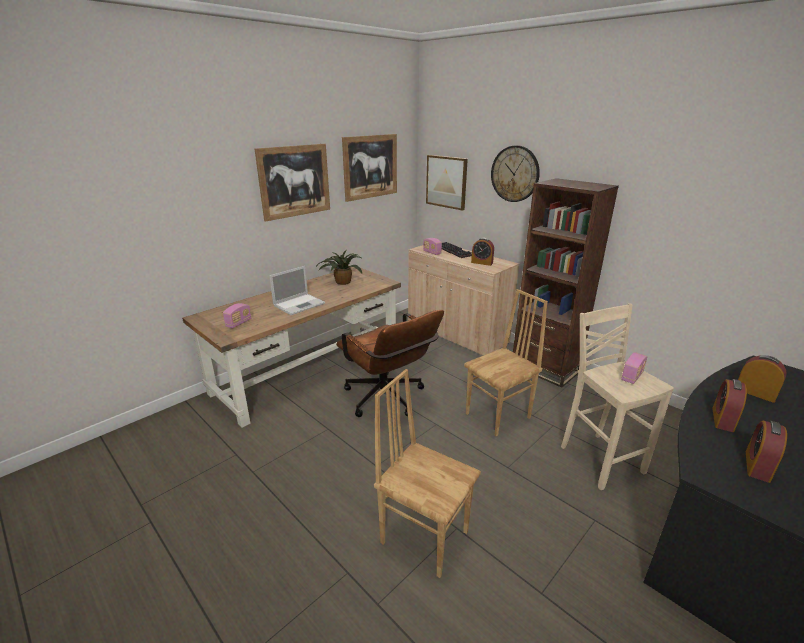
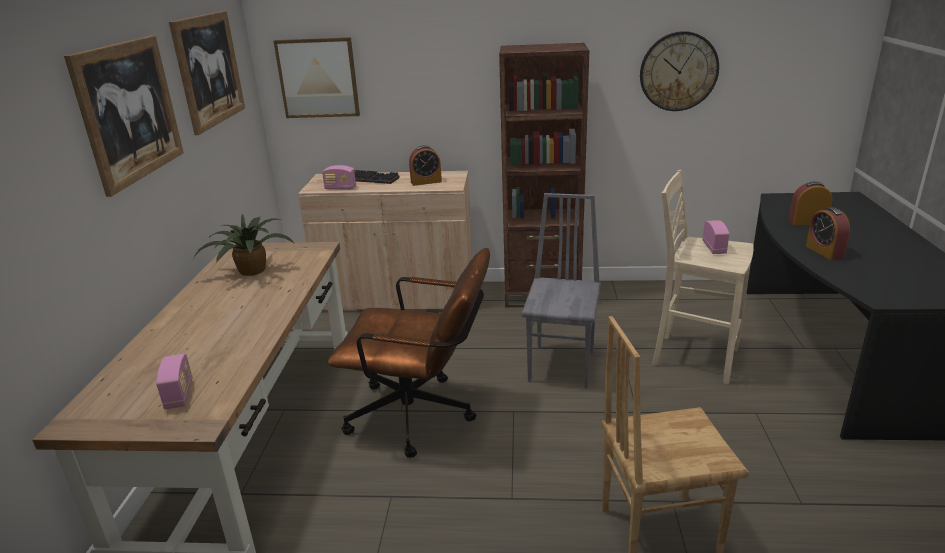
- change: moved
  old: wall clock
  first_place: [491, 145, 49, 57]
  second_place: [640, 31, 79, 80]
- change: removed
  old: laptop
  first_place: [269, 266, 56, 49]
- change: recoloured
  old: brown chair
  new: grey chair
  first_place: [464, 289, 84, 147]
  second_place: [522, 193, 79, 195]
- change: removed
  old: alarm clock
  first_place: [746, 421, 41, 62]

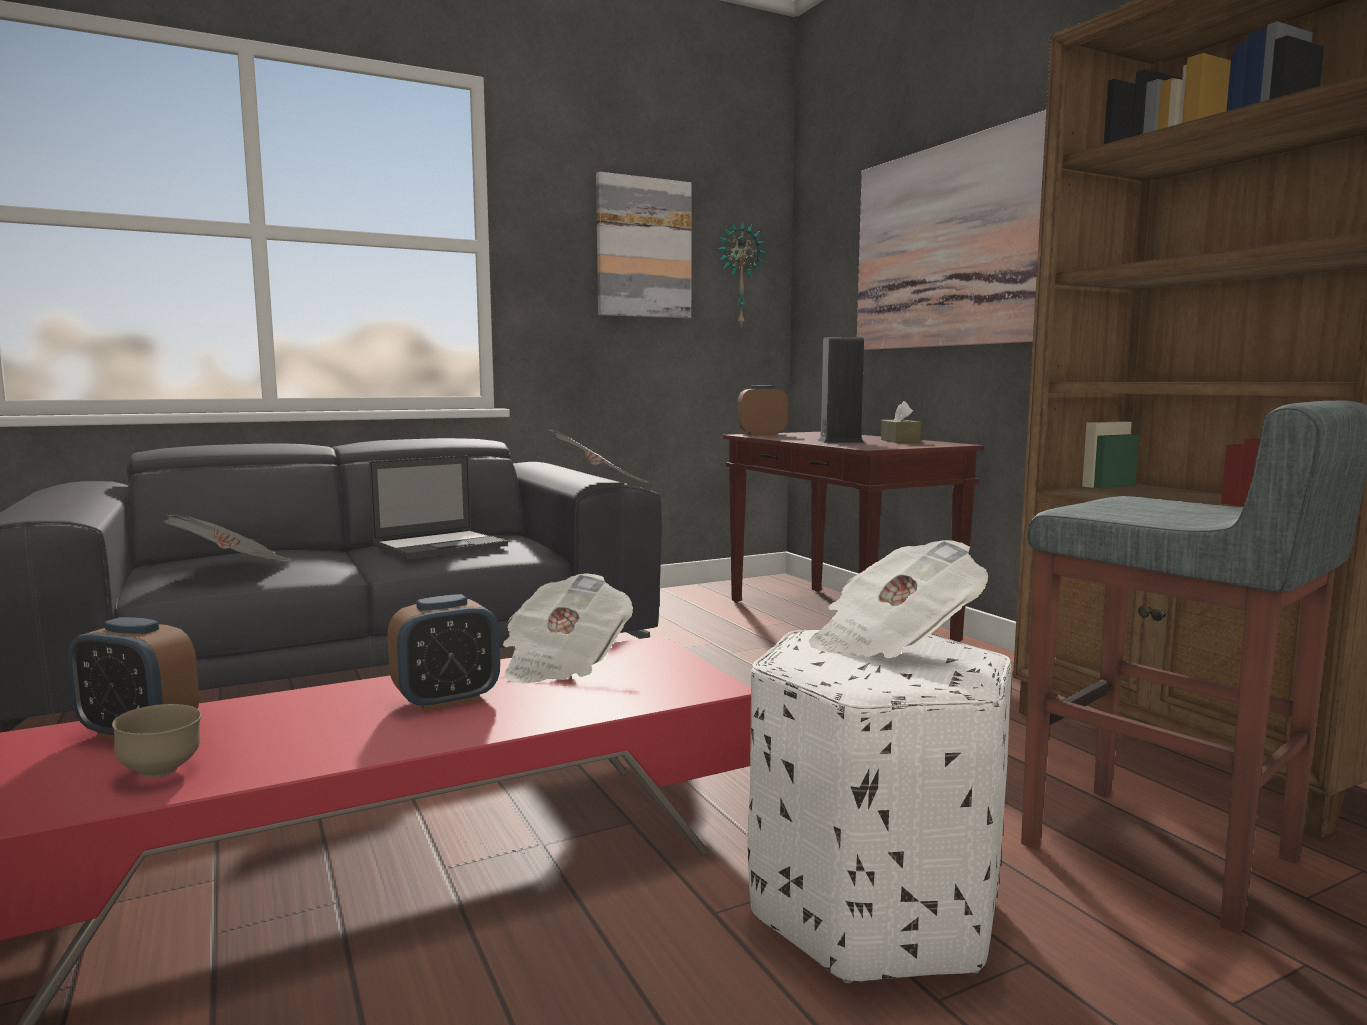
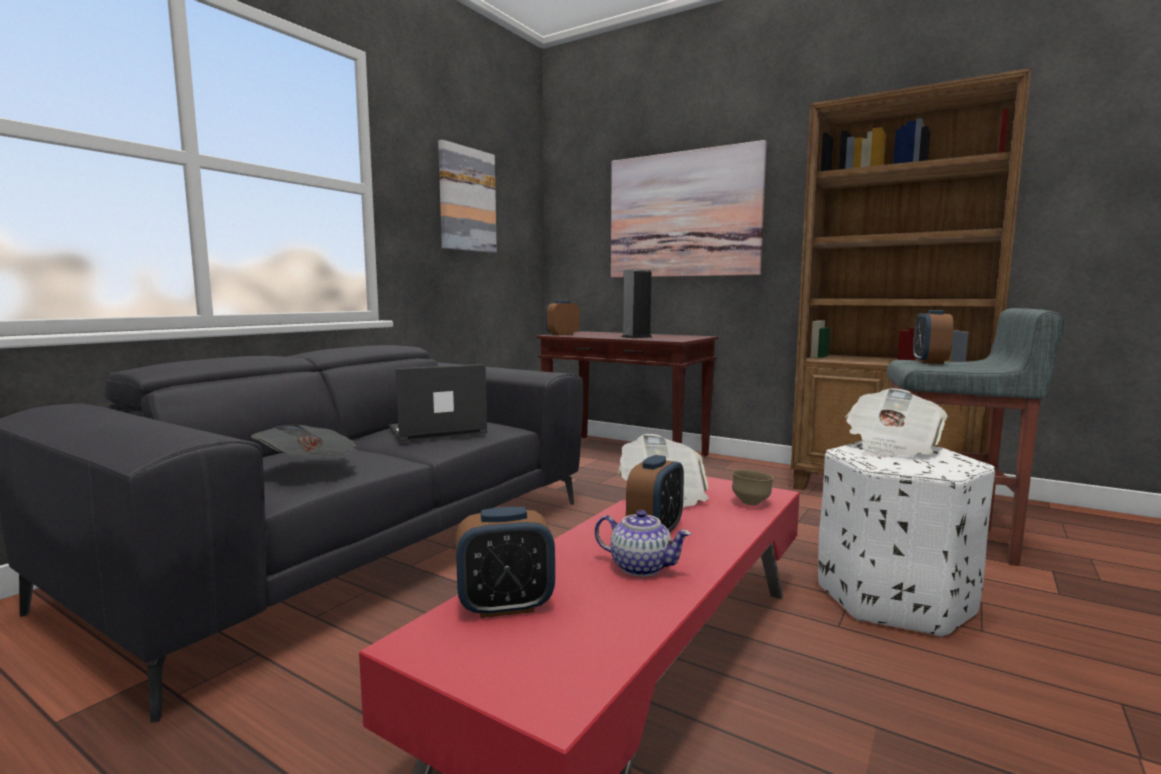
- change: removed
  old: wall clock
  first_place: [717, 220, 49, 105]
- change: removed
  old: brown tissue box
  first_place: [881, 401, 40, 42]
- change: removed
  old: newspaper
  first_place: [548, 429, 101, 54]
- change: turned
  old: laptop
  first_place: [369, 455, 139, 104]
  second_place: [389, 364, 99, 78]
  degrees: -135
- change: moved
  old: brown bowl
  first_place: [112, 704, 90, 74]
  second_place: [732, 470, 42, 35]
- change: added
  new: alarm clock
  second_place: [913, 310, 40, 54]
- change: added
  new: teapot
  second_place: [595, 510, 97, 67]

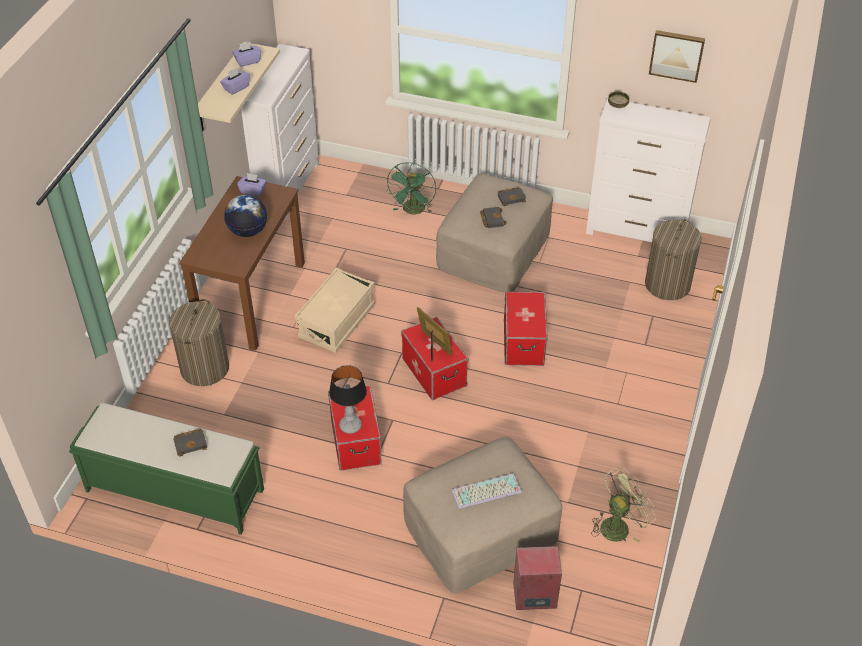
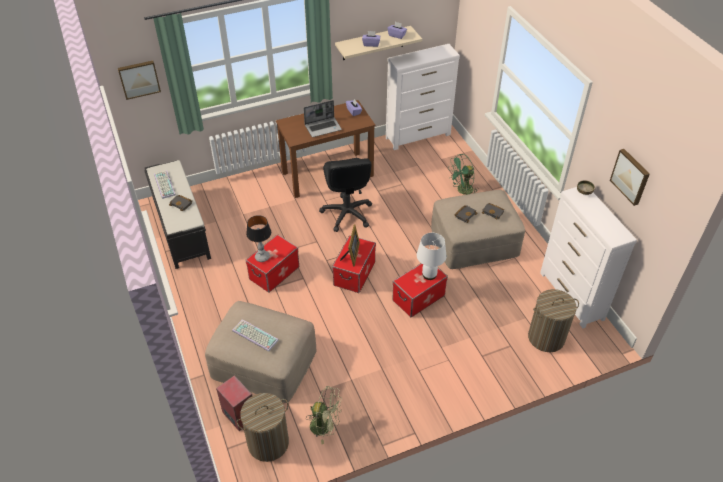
- change: replaced
  old: globe
  new: laptop
  first_place: [224, 195, 43, 42]
  second_place: [304, 100, 38, 37]
- change: replaced
  old: beige storage box
  new: black office chair
  first_place: [295, 268, 80, 85]
  second_place: [319, 158, 53, 74]
- change: moved
  old: laundry basket
  first_place: [169, 299, 60, 87]
  second_place: [237, 393, 52, 69]
- change: recoloured
  old: green bench
  new: black bench
  first_place: [69, 403, 195, 132]
  second_place: [144, 160, 67, 109]
- change: added
  new: picture
  second_place: [118, 61, 43, 39]
- change: added
  new: keyboard
  second_place: [154, 170, 22, 29]
- change: added
  new: white table lamp
  second_place: [417, 233, 29, 47]

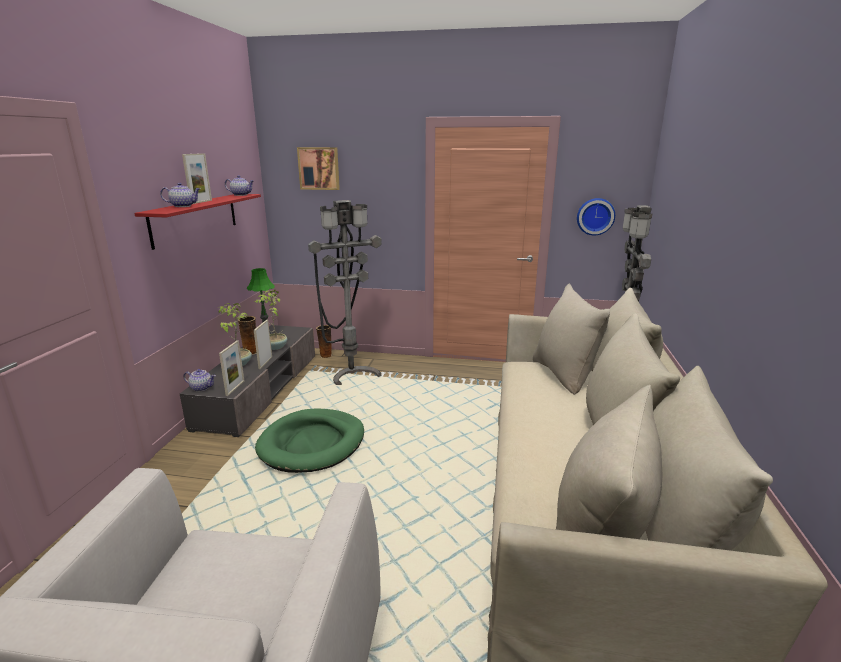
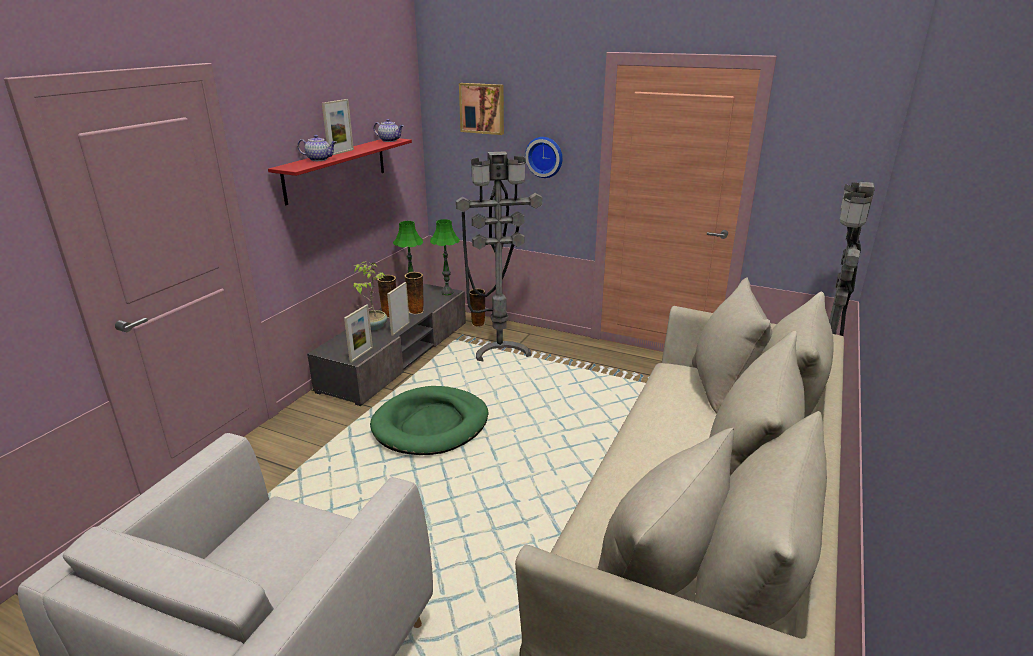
- change: moved
  old: wall clock
  first_place: [577, 198, 38, 38]
  second_place: [525, 137, 38, 41]
- change: replaced
  old: potted plant
  new: vase
  first_place: [255, 290, 32, 60]
  second_place: [405, 272, 19, 42]
- change: removed
  old: teapot
  first_place: [183, 369, 33, 23]
- change: added
  new: green table lamp
  second_place: [430, 219, 30, 76]

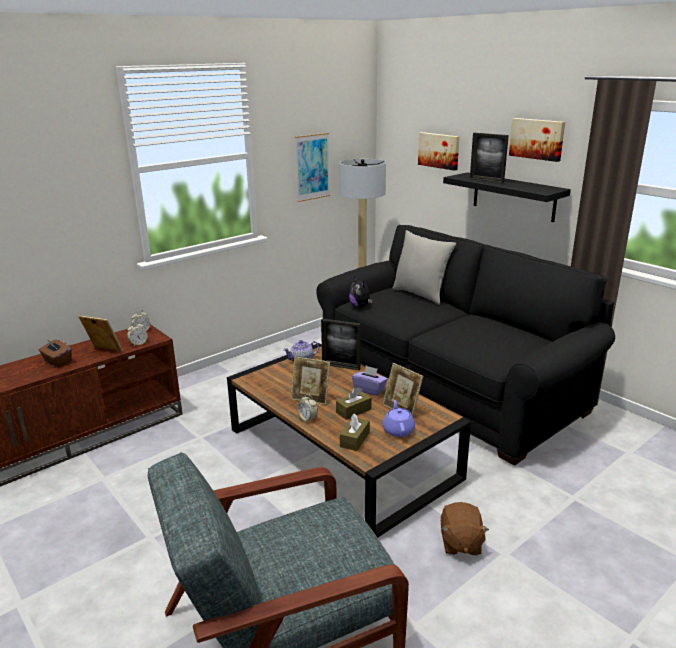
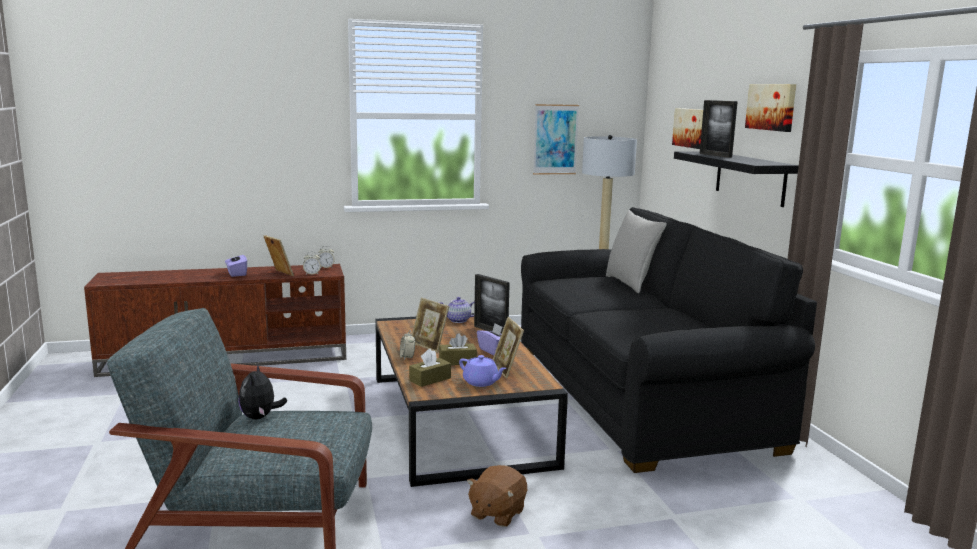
- change: moved
  old: plush toy
  first_place: [349, 277, 24, 31]
  second_place: [239, 364, 48, 55]
- change: recoloured
  old: brown tissue box
  new: purple tissue box
  first_place: [39, 339, 33, 28]
  second_place: [225, 252, 22, 25]
- change: turned
  old: purple teapot
  first_place: [383, 400, 32, 37]
  second_place: [459, 355, 48, 32]
  degrees: 105

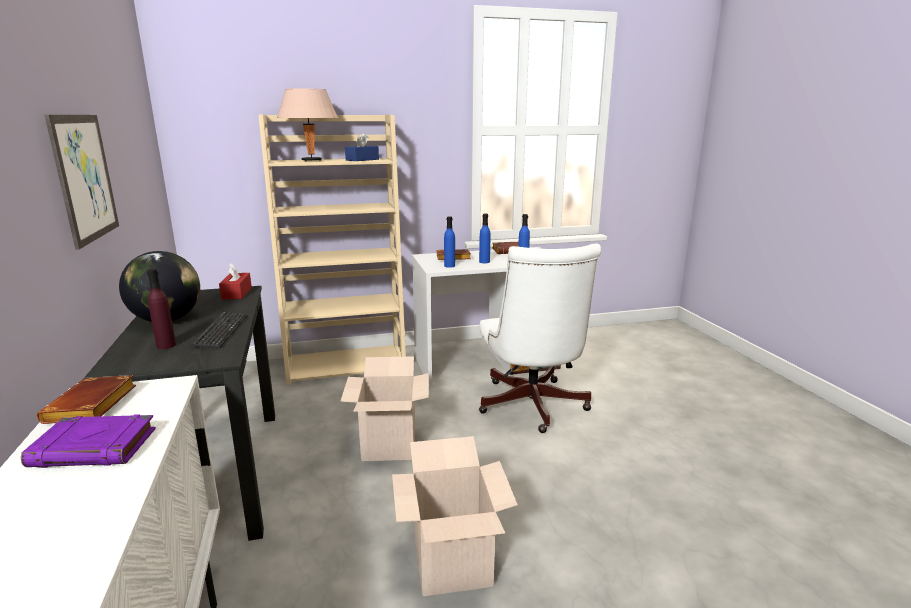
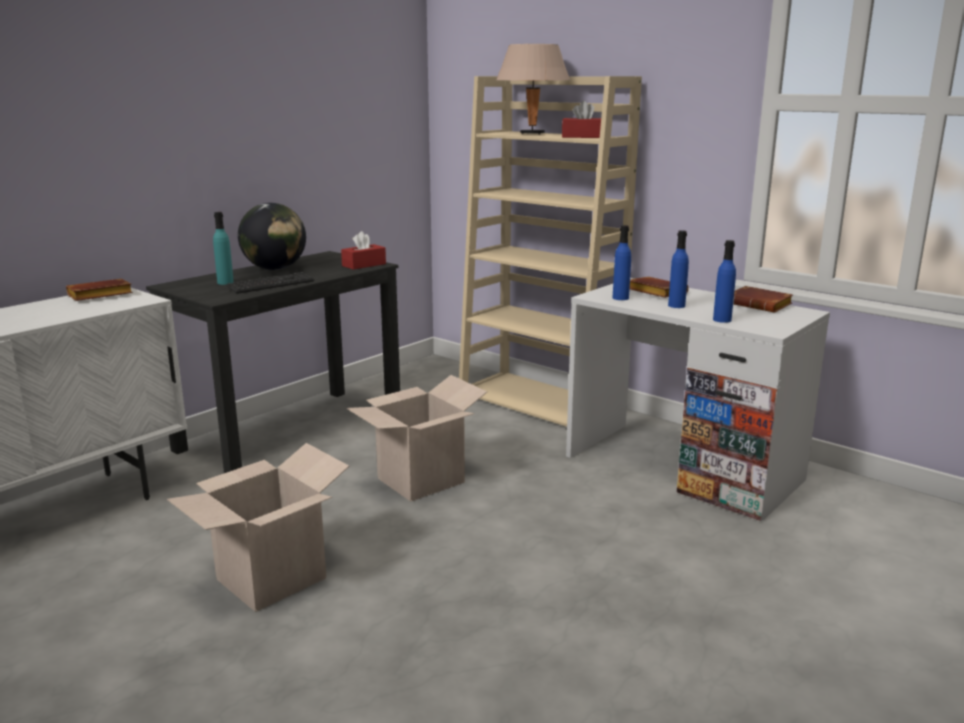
- change: removed
  old: picture
  first_place: [44, 115, 75, 135]
- change: recoloured
  old: blue tissue box
  new: red tissue box
  first_place: [345, 133, 34, 28]
  second_place: [562, 101, 39, 37]
- change: removed
  old: white office chair
  first_place: [479, 243, 122, 190]
- change: recoloured
  old: purple bottle
  new: turquoise bottle
  first_place: [147, 269, 29, 80]
  second_place: [213, 212, 21, 73]
- change: removed
  old: purple book
  first_place: [21, 414, 135, 54]

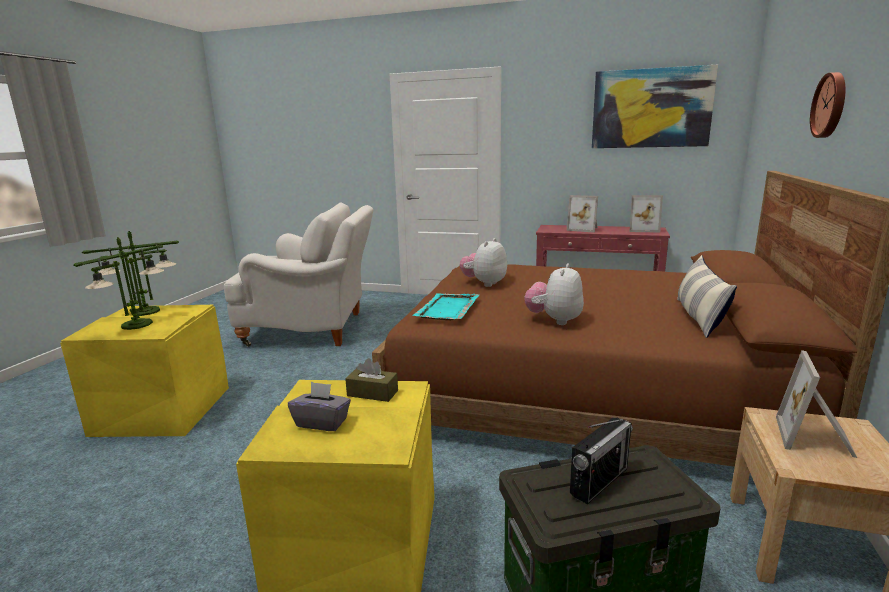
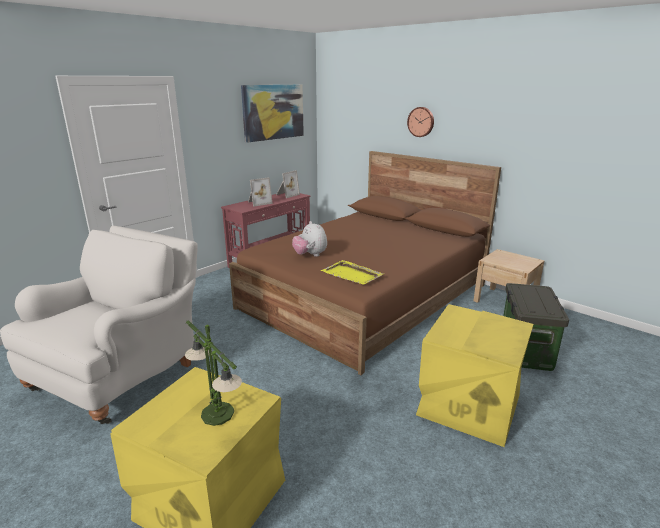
- change: removed
  old: table lamp
  first_place: [82, 231, 97, 85]
- change: removed
  old: pillow
  first_place: [677, 255, 60, 83]
- change: removed
  old: plush toy
  first_place: [525, 263, 59, 62]
- change: recoloured
  old: turquoise tray
  new: yellow tray
  first_place: [413, 293, 67, 28]
  second_place: [321, 260, 63, 25]
- change: removed
  old: picture frame
  first_place: [776, 350, 81, 108]
- change: removed
  old: brown tissue box
  first_place: [345, 358, 53, 44]
- change: removed
  old: grey tissue box
  first_place: [288, 382, 63, 49]
- change: removed
  old: radio
  first_place: [570, 418, 63, 86]

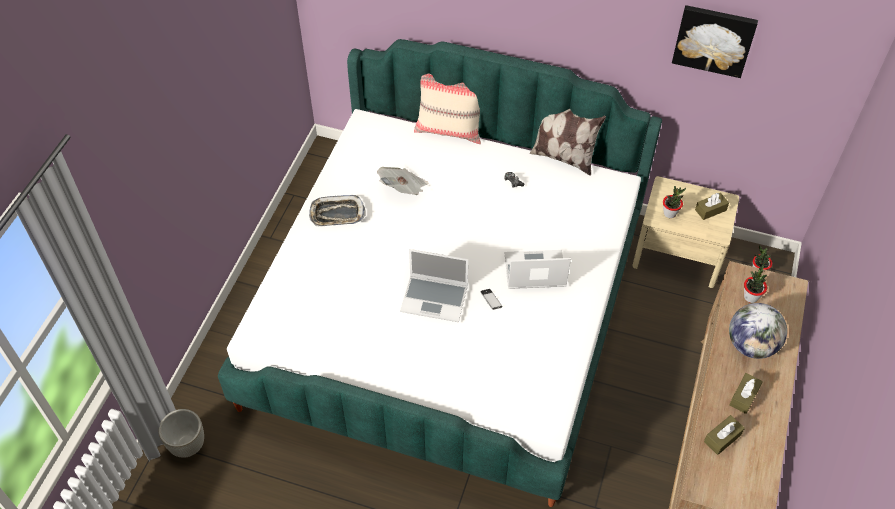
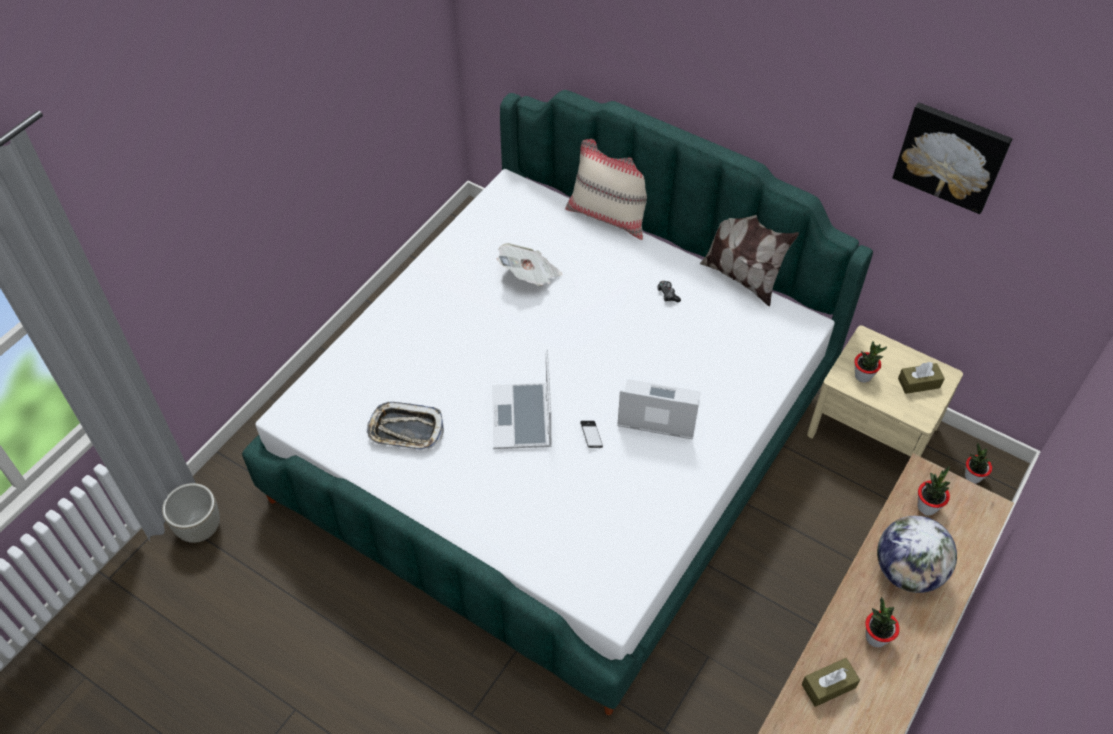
- change: moved
  old: tray
  first_place: [309, 195, 57, 31]
  second_place: [366, 402, 78, 48]
- change: turned
  old: laptop
  first_place: [400, 249, 68, 73]
  second_place: [492, 349, 60, 100]
  degrees: 60
- change: replaced
  old: brown tissue box
  new: potted plant
  first_place: [729, 373, 34, 41]
  second_place: [865, 597, 35, 51]

